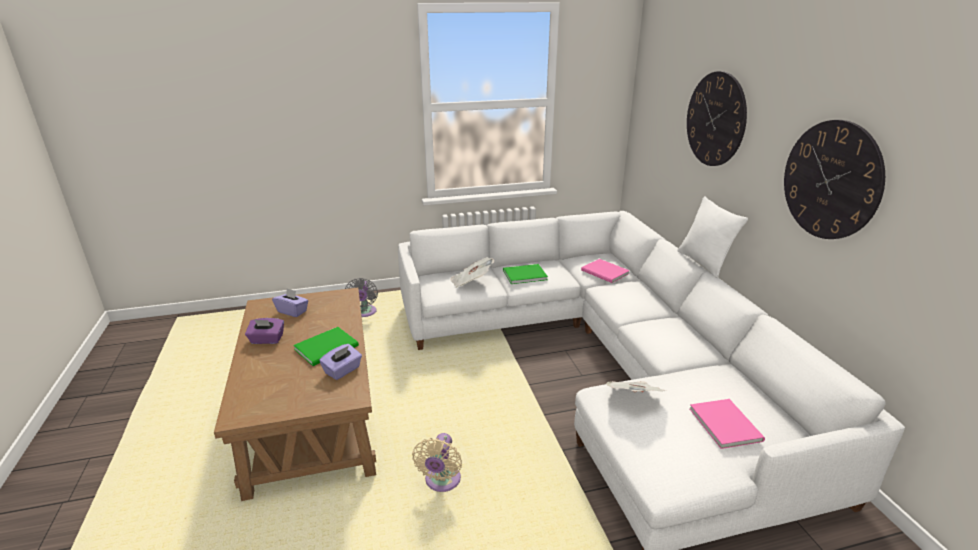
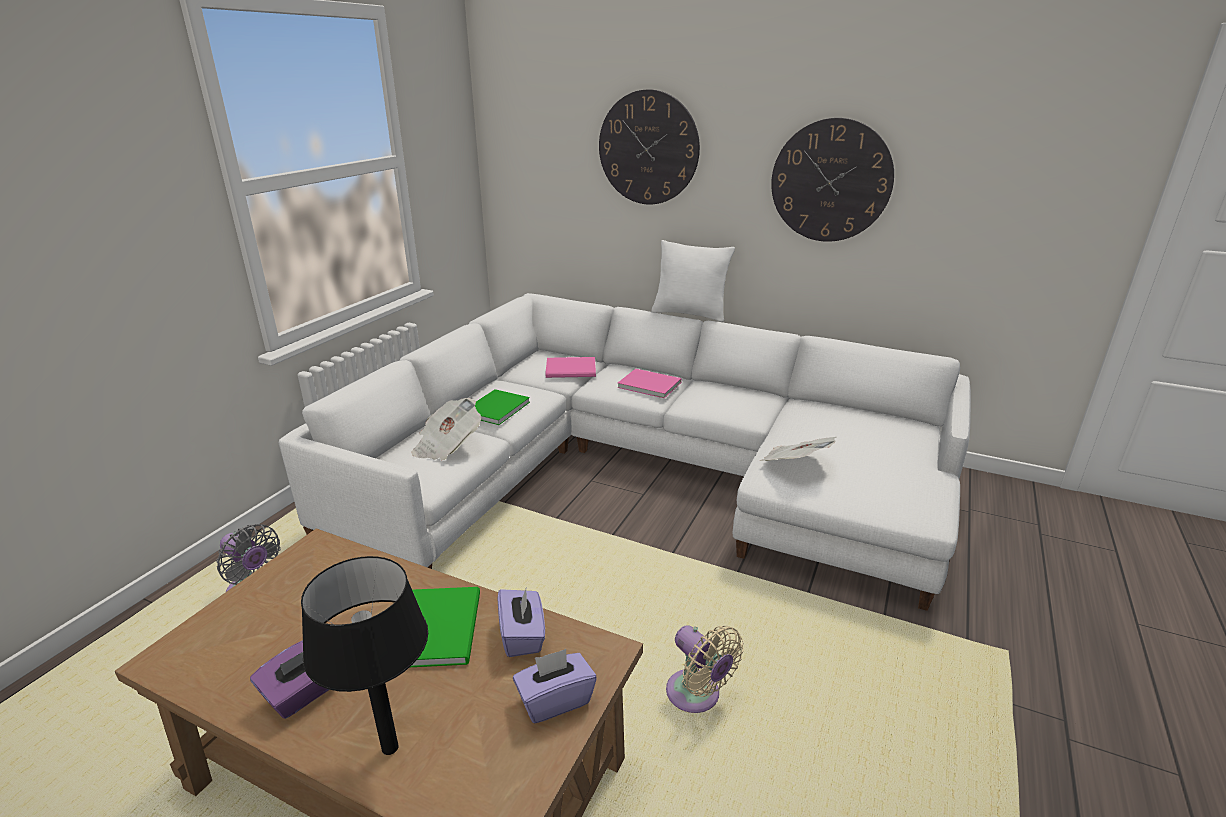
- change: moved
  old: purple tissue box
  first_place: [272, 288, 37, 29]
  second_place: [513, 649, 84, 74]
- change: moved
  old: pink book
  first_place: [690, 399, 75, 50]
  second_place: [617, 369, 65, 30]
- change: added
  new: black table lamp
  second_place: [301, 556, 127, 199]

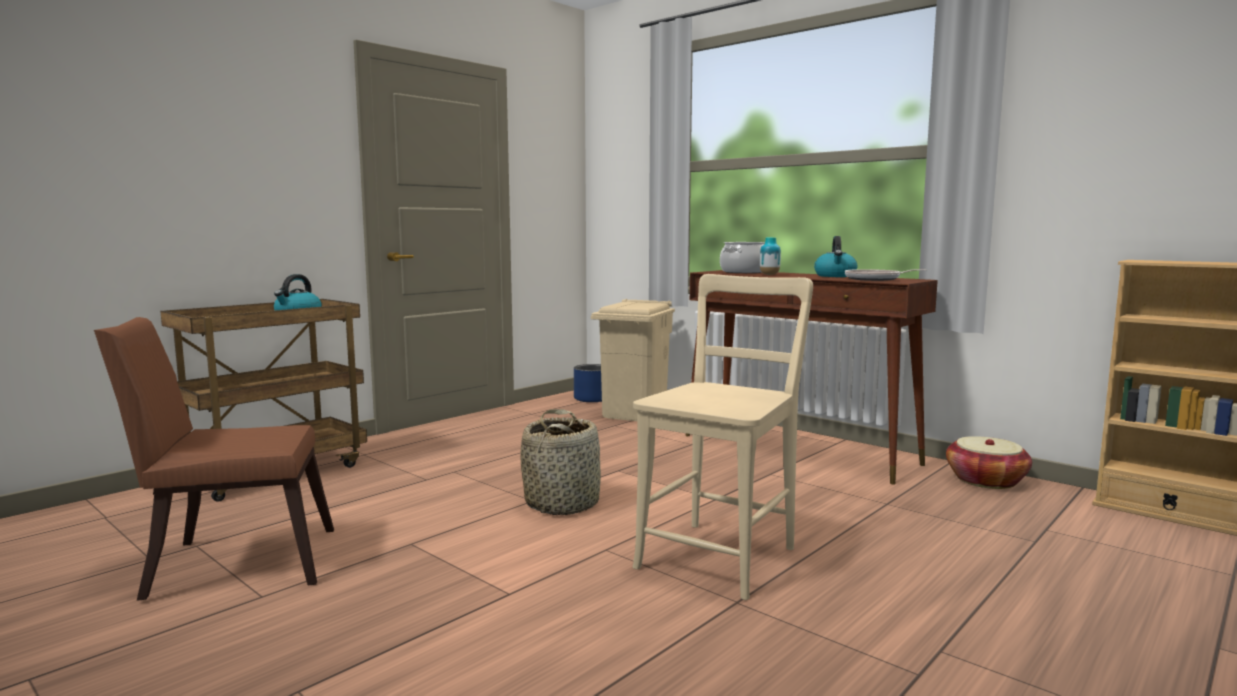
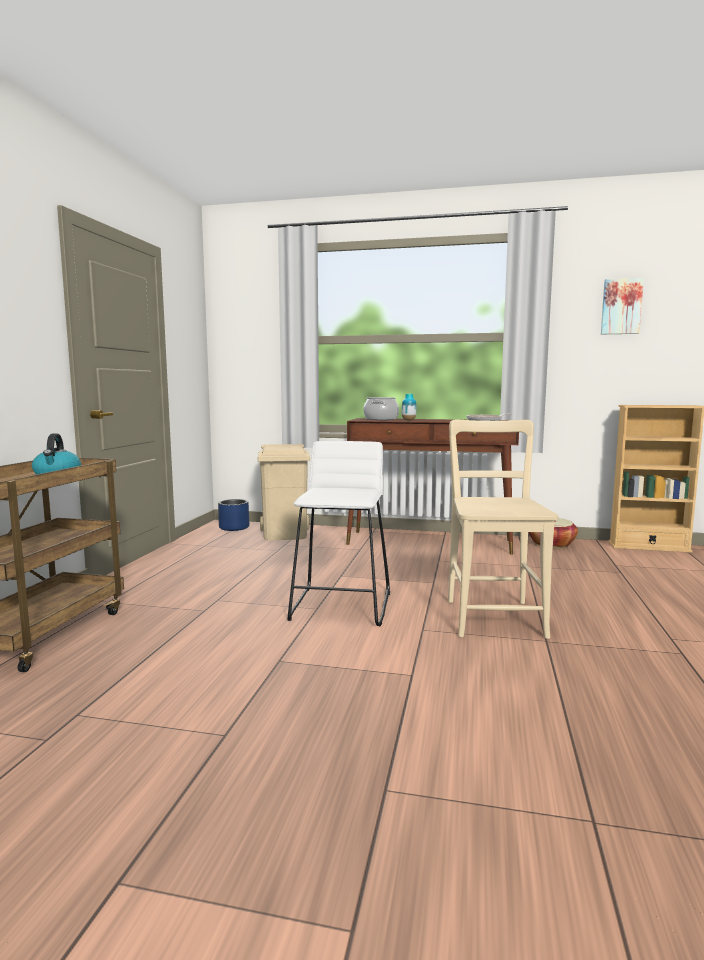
- change: removed
  old: kettle
  first_place: [814, 236, 44, 41]
- change: removed
  old: brown chair
  first_place: [94, 317, 240, 284]
- change: replaced
  old: basket
  new: white stool
  first_place: [520, 409, 81, 106]
  second_place: [287, 441, 103, 185]
- change: added
  new: picture
  second_place: [601, 278, 43, 56]

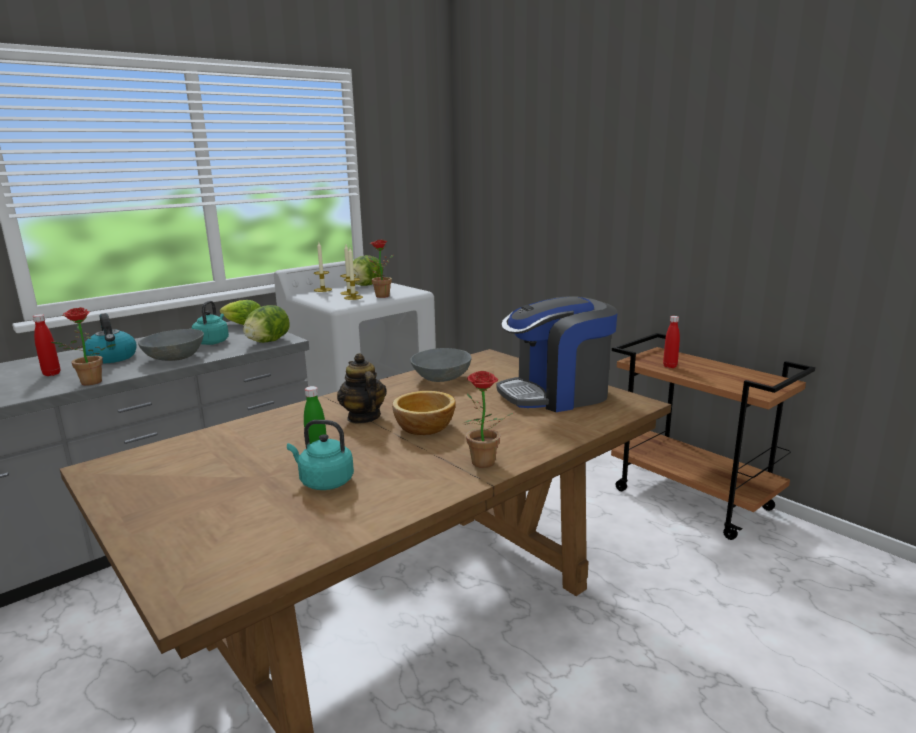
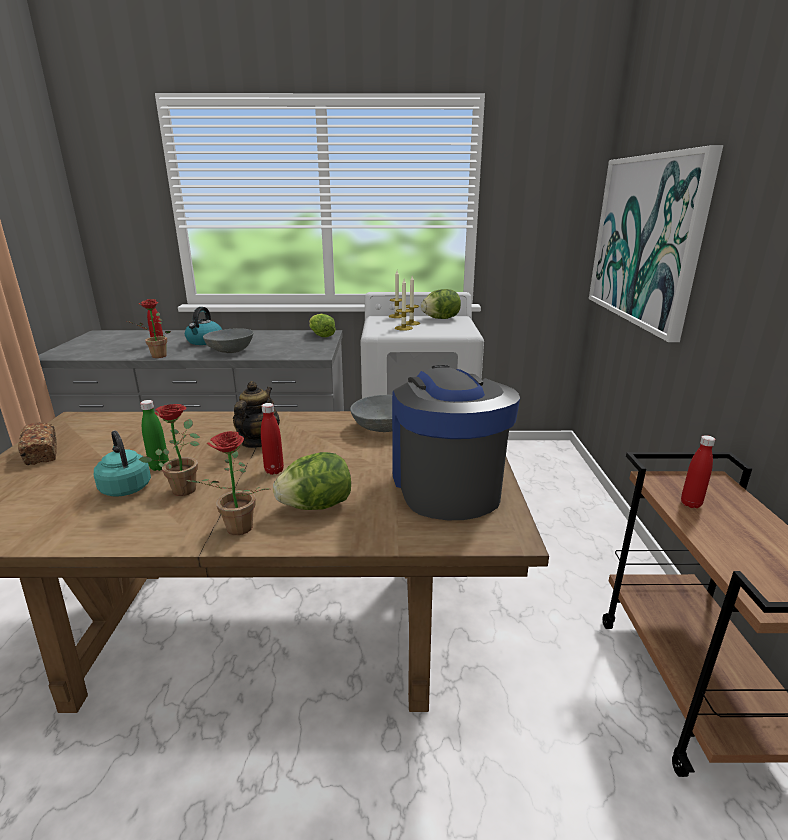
- change: moved
  old: potted plant
  first_place: [368, 240, 26, 58]
  second_place: [139, 404, 61, 92]
- change: turned
  old: coffee machine
  first_place: [497, 296, 121, 116]
  second_place: [392, 365, 128, 155]
  degrees: 60
- change: removed
  old: turquoise kettle
  first_place: [192, 301, 37, 44]
- change: moved
  old: lettuce
  first_place: [243, 305, 47, 38]
  second_place: [273, 452, 78, 58]
- change: replaced
  old: bowl
  new: red bottle
  first_place: [392, 391, 64, 44]
  second_place: [261, 403, 23, 72]
- change: added
  new: picture
  second_place: [589, 145, 134, 197]
- change: added
  new: bread
  second_place: [18, 422, 39, 43]

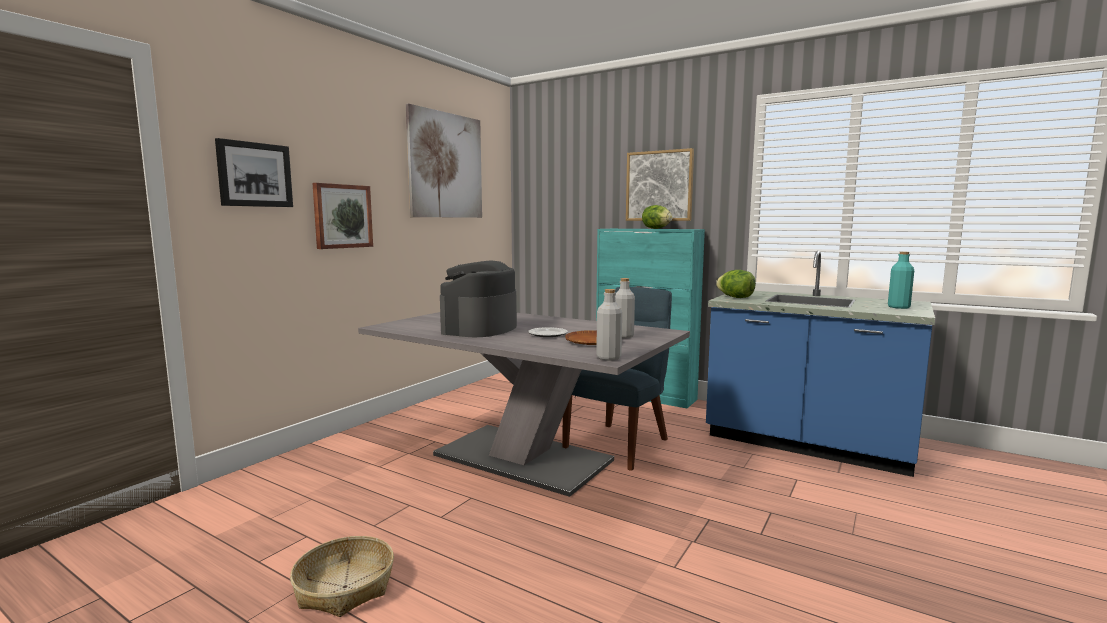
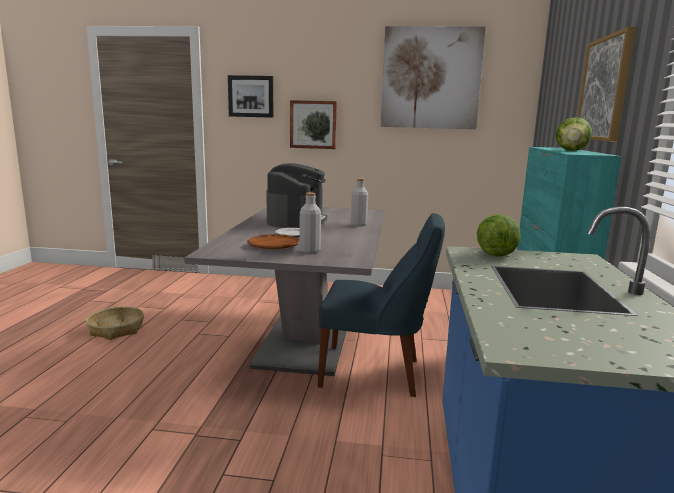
- change: removed
  old: turquoise bottle
  first_place: [888, 252, 26, 57]
- change: turned
  old: coffee machine
  first_place: [440, 260, 77, 77]
  second_place: [266, 163, 61, 65]
  degrees: 105
- change: moved
  old: grey bottle
  first_place: [596, 289, 26, 72]
  second_place: [351, 178, 17, 48]

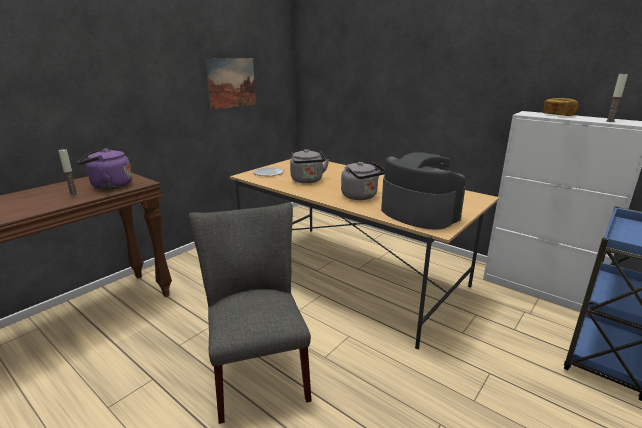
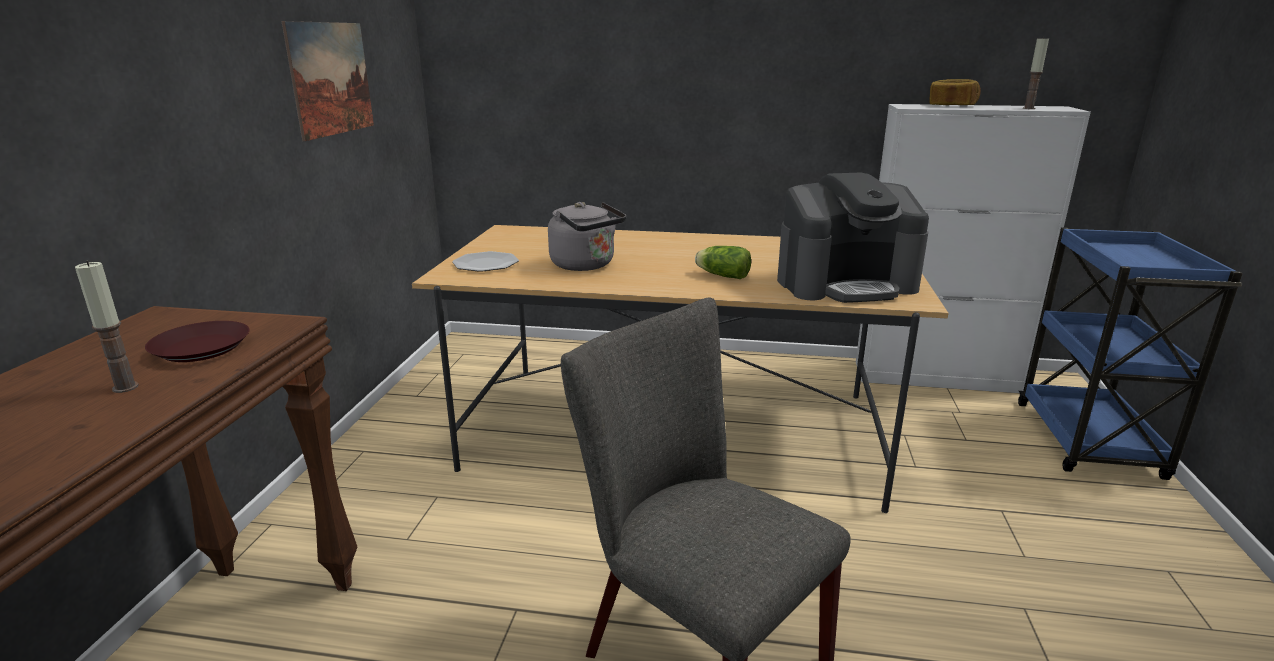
- change: replaced
  old: purple kettle
  new: brown plate
  first_place: [78, 148, 54, 42]
  second_place: [145, 321, 104, 41]
- change: turned
  old: coffee machine
  first_place: [381, 152, 85, 77]
  second_place: [777, 172, 152, 131]
  degrees: 150
- change: replaced
  old: grey kettle
  new: lettuce
  first_place: [341, 162, 44, 38]
  second_place: [695, 246, 56, 33]

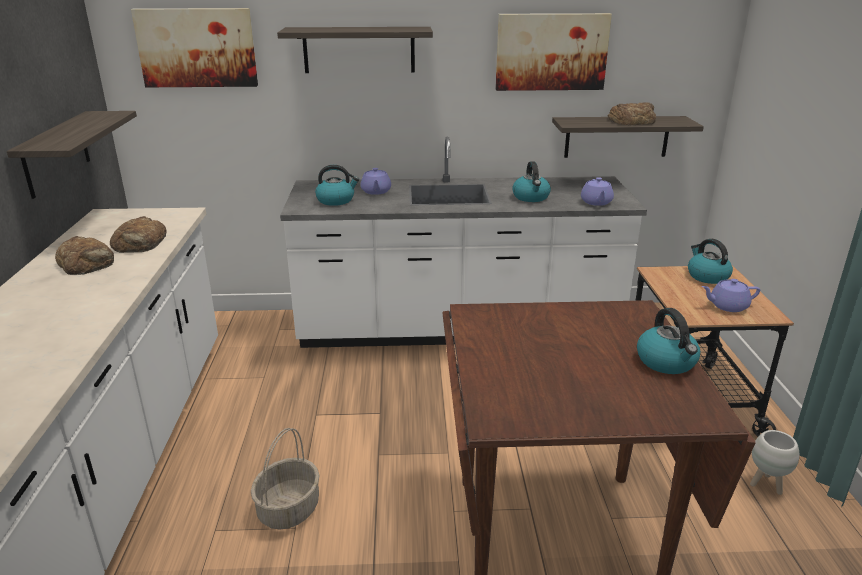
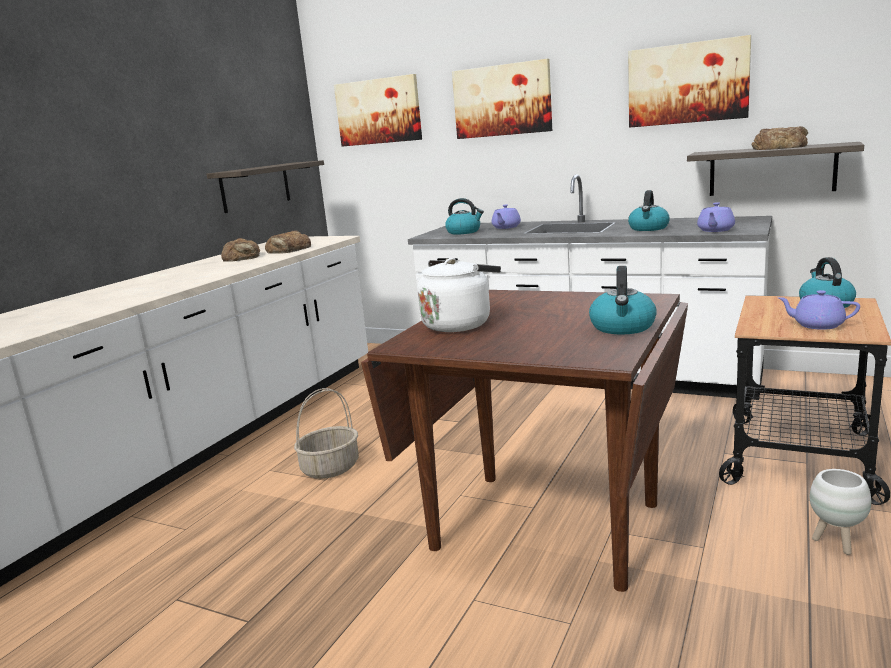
- change: replaced
  old: shelf
  new: picture
  first_place: [277, 27, 156, 46]
  second_place: [452, 59, 100, 80]
- change: added
  new: white kettle
  second_place: [416, 258, 85, 74]

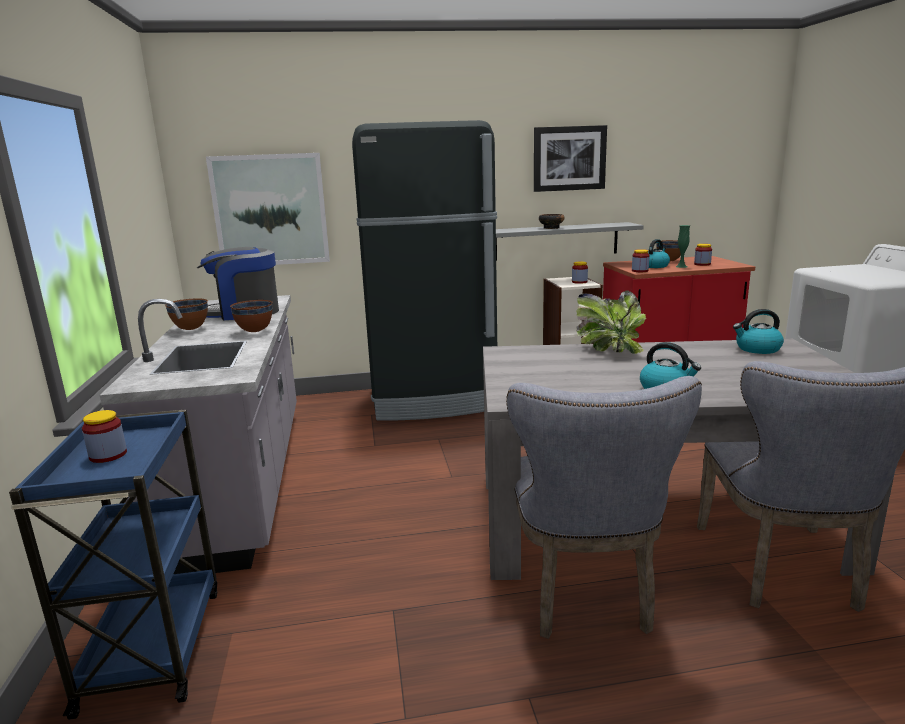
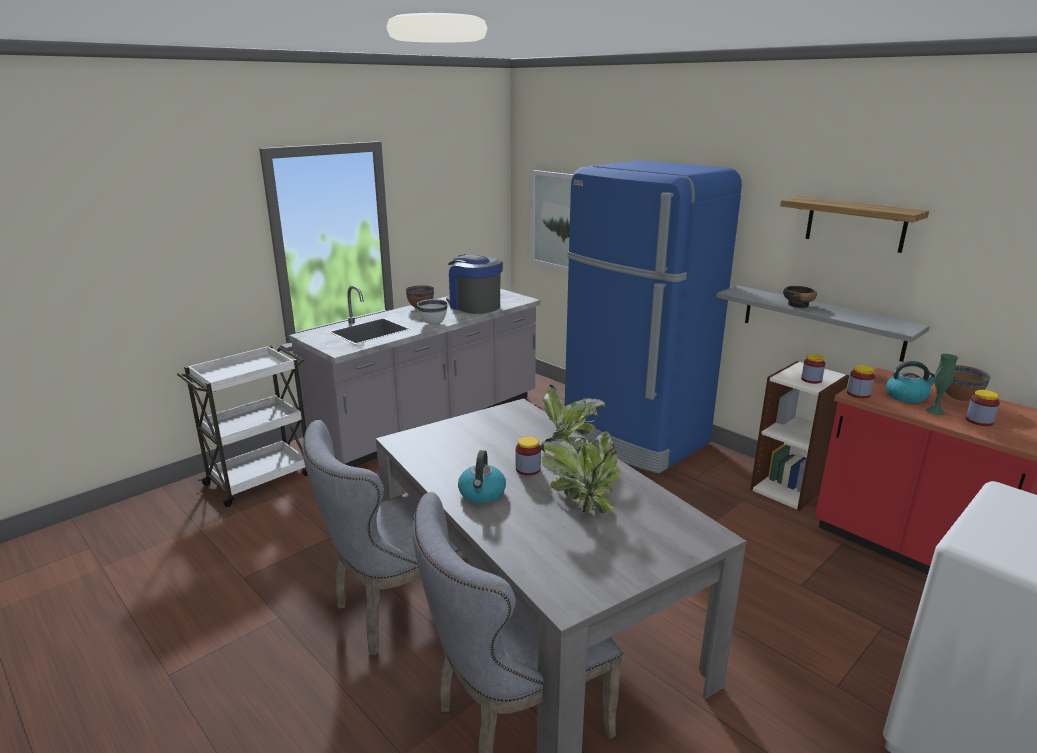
- change: recoloured
  old: black fridge
  new: blue fridge
  first_place: [352, 120, 145, 301]
  second_place: [565, 160, 177, 314]
- change: replaced
  old: picture
  new: shelf
  first_place: [534, 125, 73, 67]
  second_place: [780, 197, 149, 56]
- change: recoloured
  old: brown bowl
  new: white bowl
  first_place: [230, 300, 43, 32]
  second_place: [417, 299, 31, 25]
- change: removed
  old: kettle
  first_place: [733, 309, 51, 45]
- change: recoloured
  old: blue cart
  new: white cart
  first_place: [9, 410, 209, 310]
  second_place: [177, 345, 131, 162]
- change: moved
  old: jar
  first_place: [82, 410, 45, 53]
  second_place: [516, 436, 25, 40]
- change: added
  new: potted plant
  second_place: [542, 431, 78, 83]

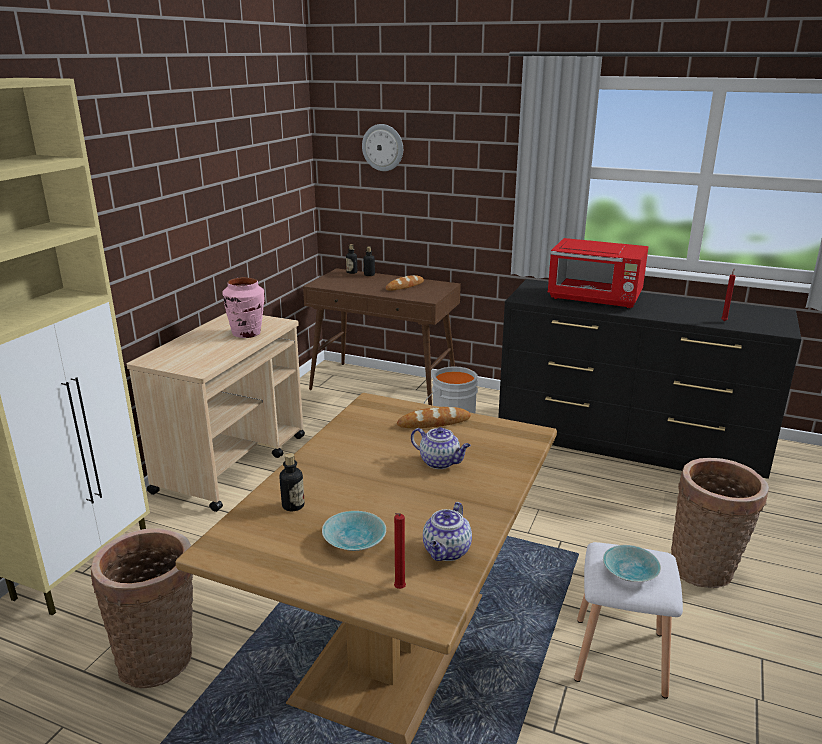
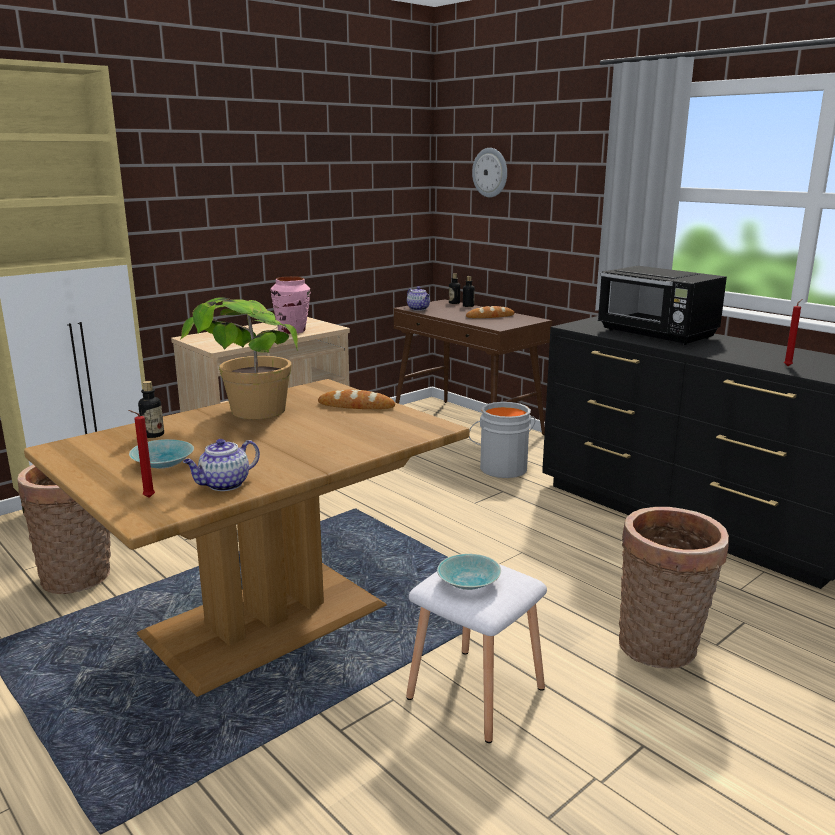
- change: recoloured
  old: red microwave
  new: black microwave
  first_place: [548, 238, 101, 70]
  second_place: [598, 266, 129, 79]
- change: moved
  old: teapot
  first_place: [411, 427, 60, 42]
  second_place: [407, 286, 23, 25]
- change: added
  new: potted plant
  second_place: [180, 297, 118, 122]

